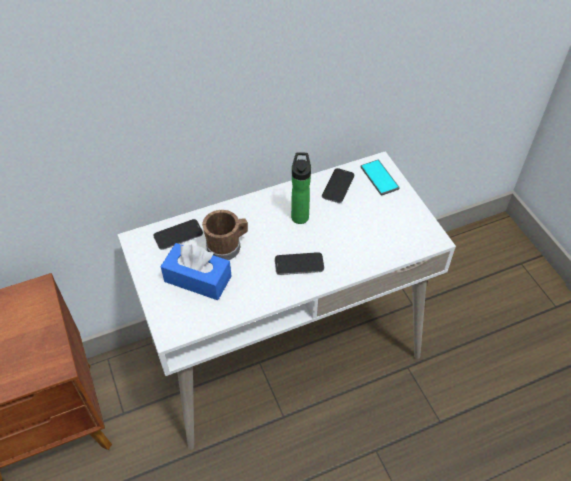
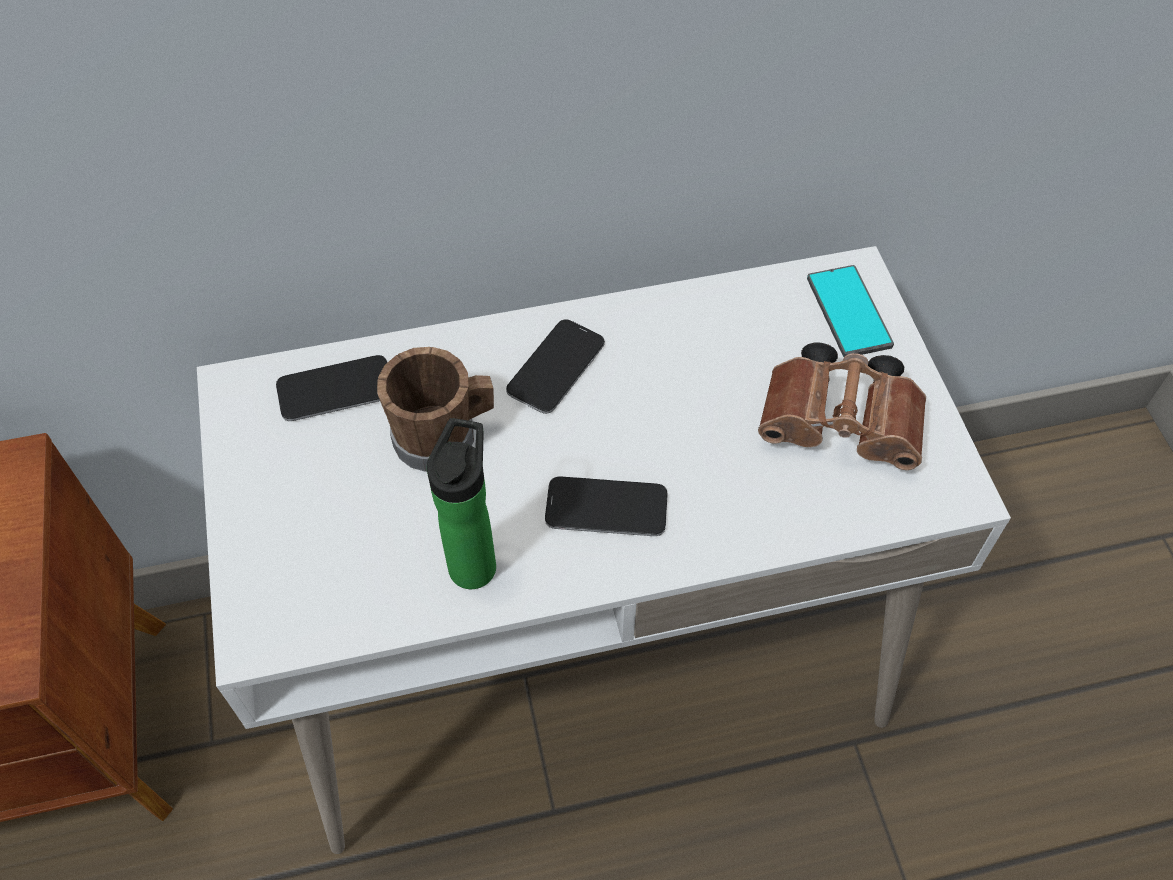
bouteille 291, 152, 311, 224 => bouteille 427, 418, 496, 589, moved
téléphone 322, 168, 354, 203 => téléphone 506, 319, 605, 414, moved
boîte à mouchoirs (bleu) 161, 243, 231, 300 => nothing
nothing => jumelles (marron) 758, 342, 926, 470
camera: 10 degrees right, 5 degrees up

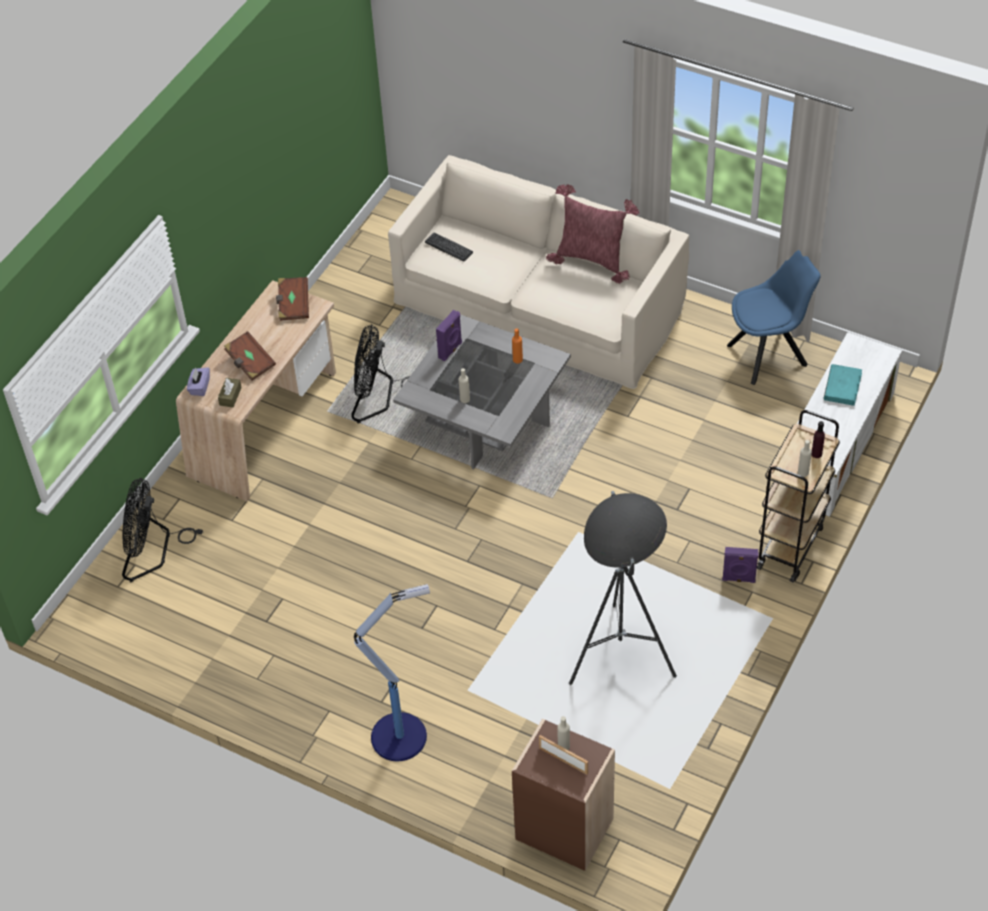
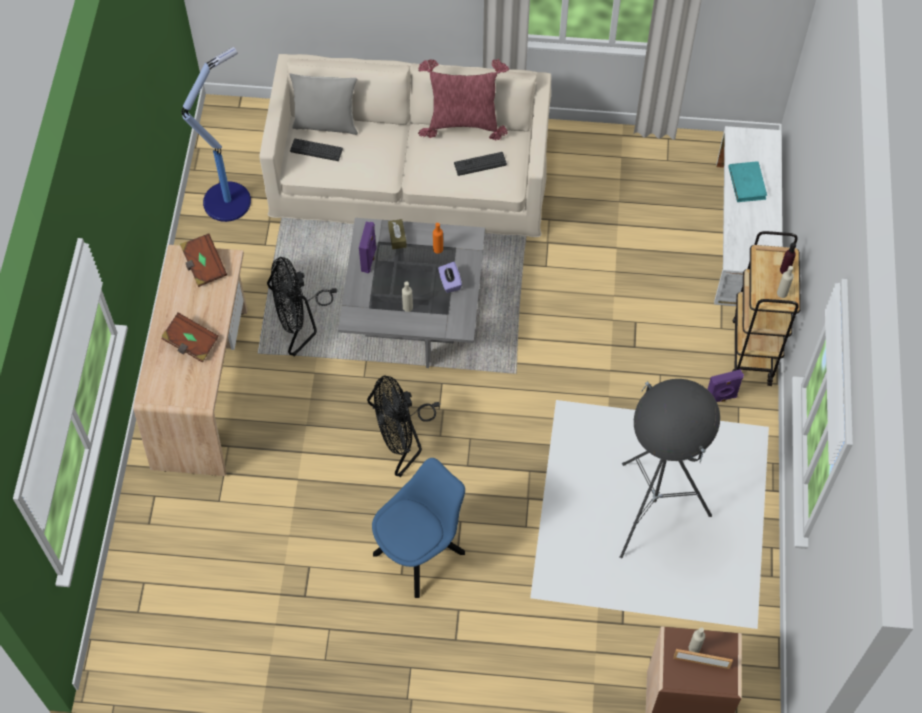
chaise (bleu) 727, 250, 821, 385 => chaise (bleu) 372, 458, 465, 598, moved
boîte à mouchoirs (violet) 187, 367, 210, 396 => boîte à mouchoirs (violet) 438, 262, 462, 293, moved
boîte à mouchoirs (marron) 218, 378, 242, 408 => boîte à mouchoirs (marron) 388, 219, 407, 249, moved
ventilateur (noir) 122, 478, 203, 583 => ventilateur (noir) 367, 375, 440, 477, moved
lampadaire 354, 584, 430, 761 => lampadaire 182, 47, 251, 222, moved
nothing => coussin (gris) 289, 73, 358, 135
nothing => clavier 454, 152, 507, 176
camera: 25 degrees left, 10 degrees up

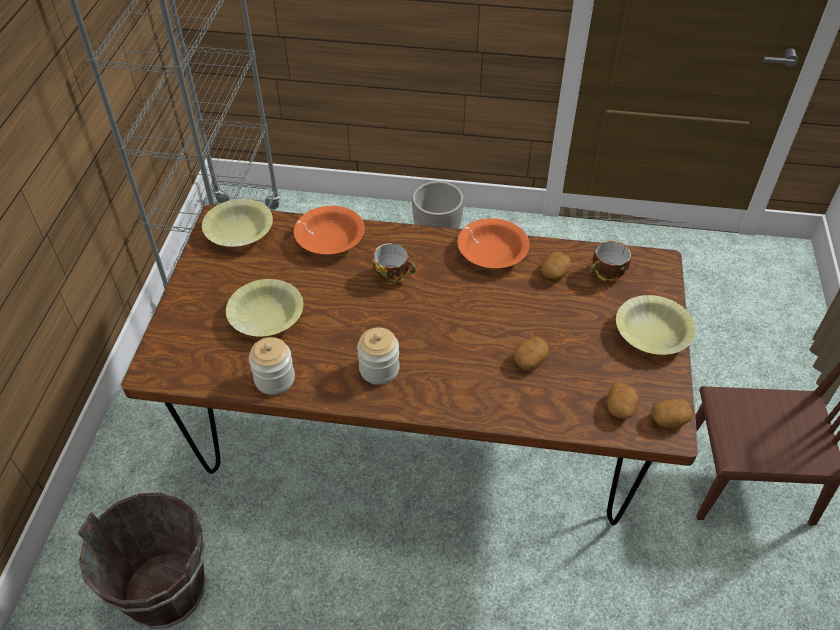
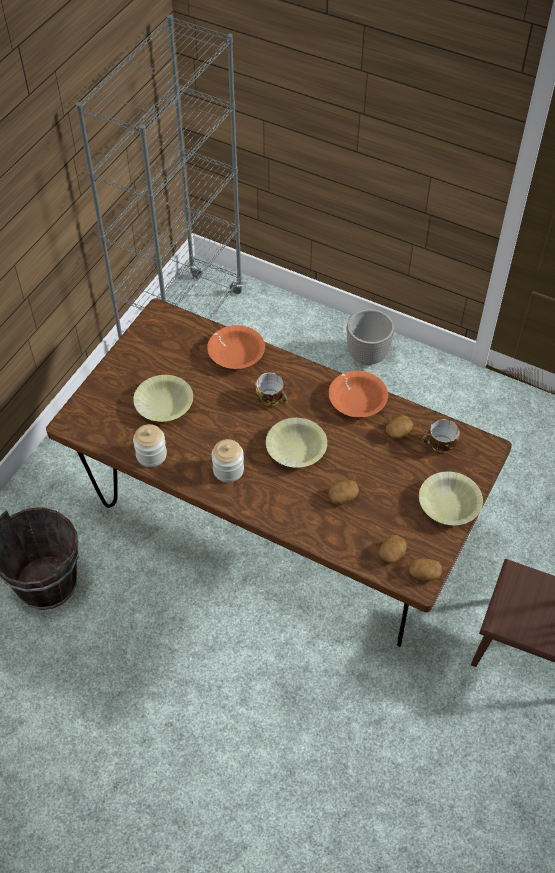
bol (jaune) 202, 199, 273, 247 => bol (jaune) 266, 418, 327, 468, moved
camera: 20 degrees right, 5 degrees up

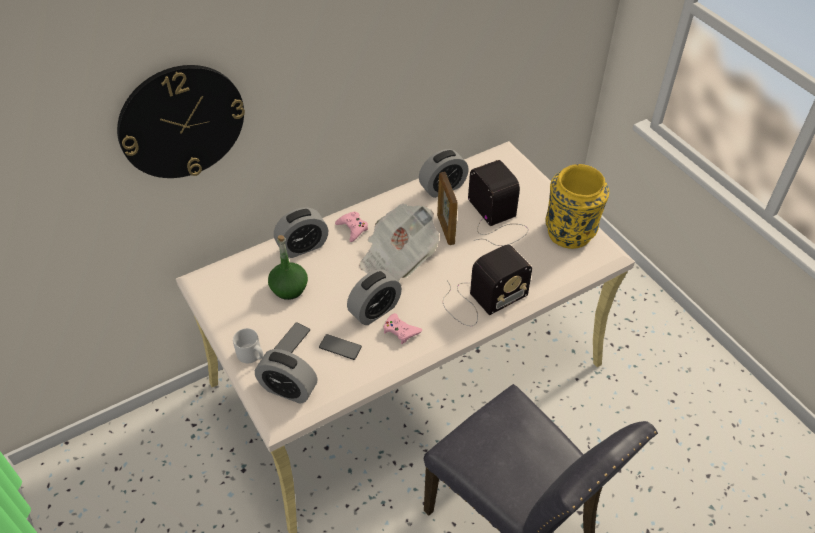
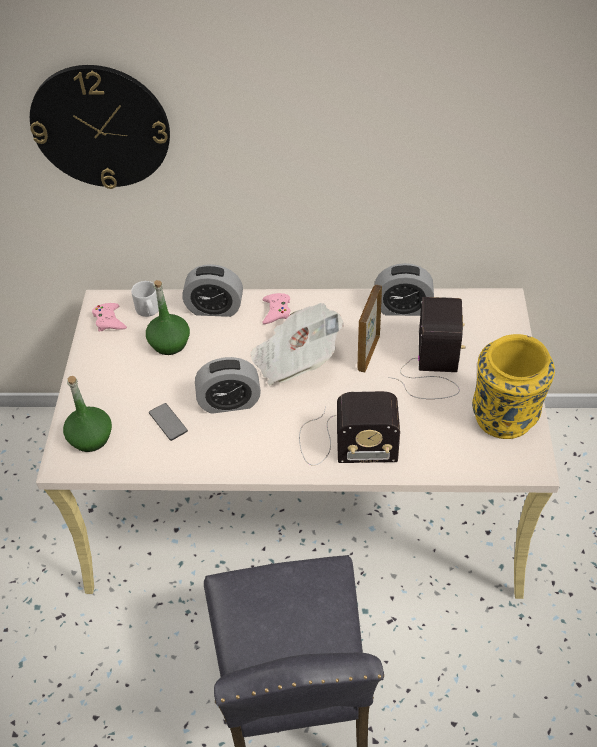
manette (rose) 384, 313, 422, 344 => manette (rose) 92, 303, 127, 332, moved
téléphone 274, 322, 310, 353 => nothing
mug (gris) 233, 328, 263, 363 => mug (gris) 131, 281, 159, 317, moved
réveil 255, 349, 317, 404 => bouteille (vert) 63, 376, 112, 452
camera: 35 degrees right, 0 degrees up

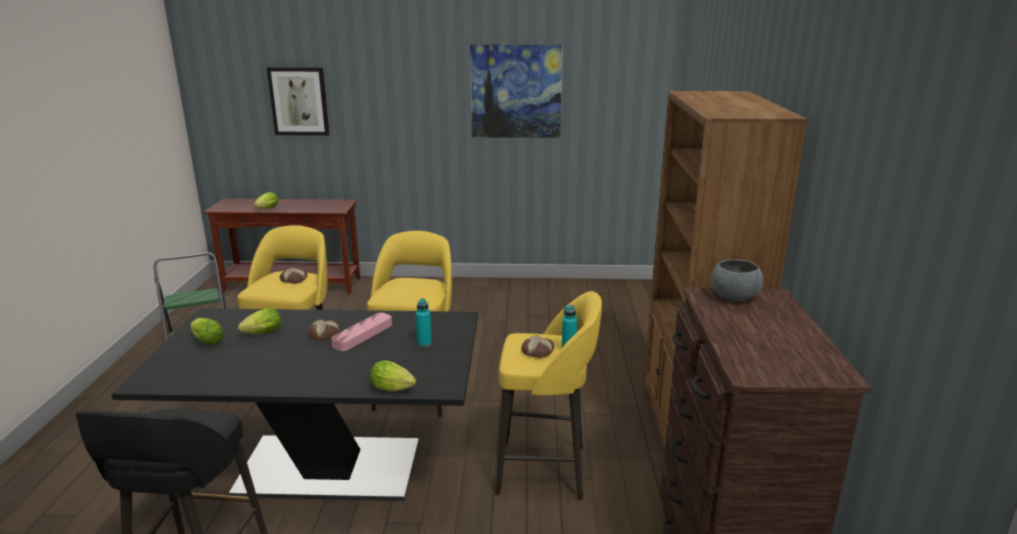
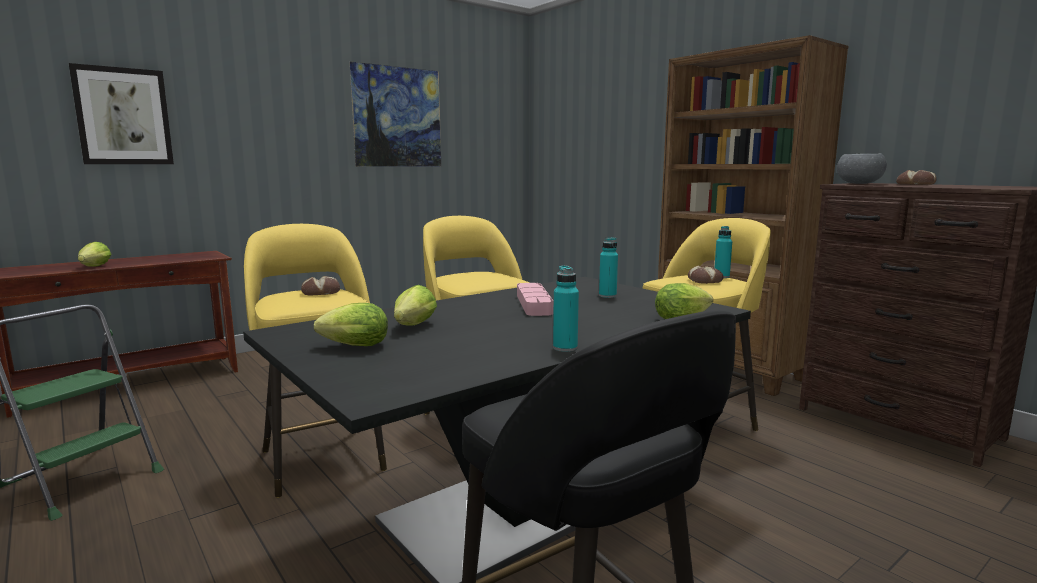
pain 308, 319, 339, 340 => pain 896, 170, 937, 185, moved
nothing => bouteille (turquoise) 553, 265, 579, 352
camera: 40 degrees left, 10 degrees down

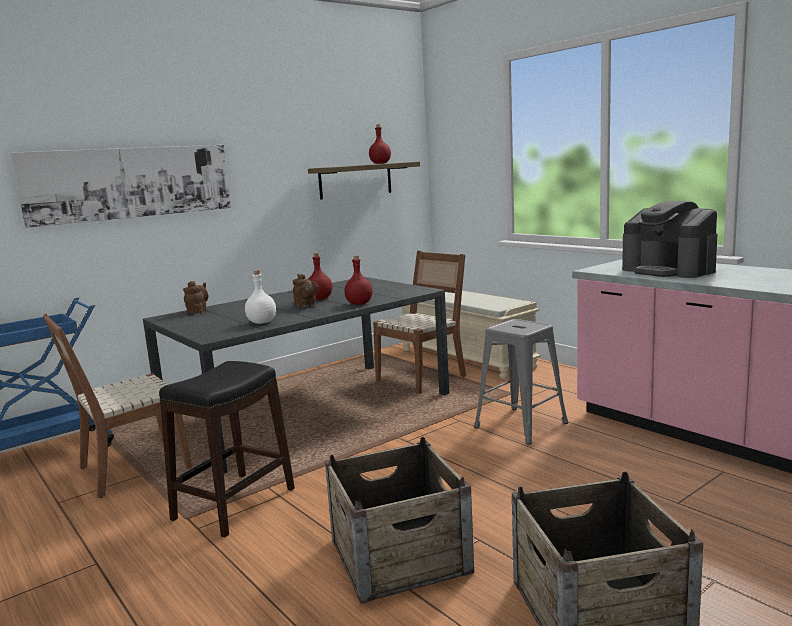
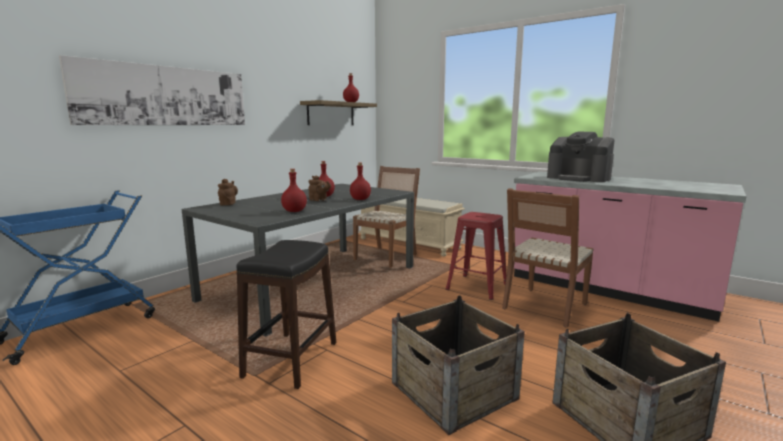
bouteille (blanc) 245, 270, 276, 324 => bouteille (rouge) 281, 169, 307, 212
chaise 43, 314, 192, 498 => chaise 502, 188, 593, 328, moved
tabouret (gris) 474, 319, 569, 444 => tabouret (rouge) 446, 212, 507, 300
camera: 15 degrees left, 0 degrees up

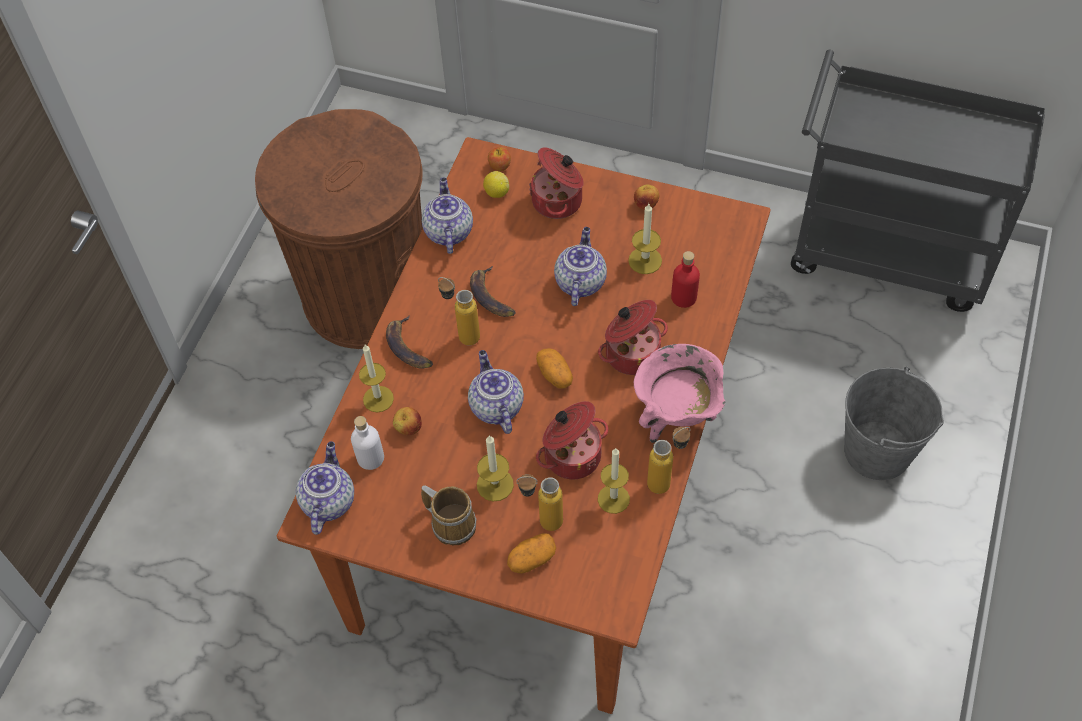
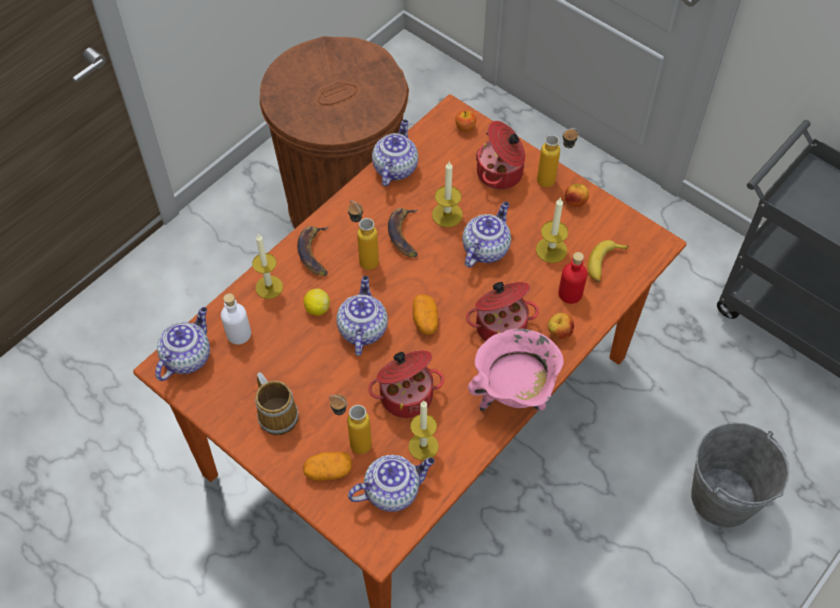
citron 483, 171, 509, 198 => citron 303, 288, 330, 316, moved
pomme 393, 407, 422, 435 => pomme 548, 313, 574, 339, moved
bouteille 647, 427, 691, 494 => bouteille 537, 128, 579, 187, moved
bougie 477, 435, 514, 501 => bougie 432, 162, 463, 227, moved
nothing => banane 588, 240, 629, 283
nothing => théière 348, 455, 435, 512
camera: 20 degrees right, 0 degrees up

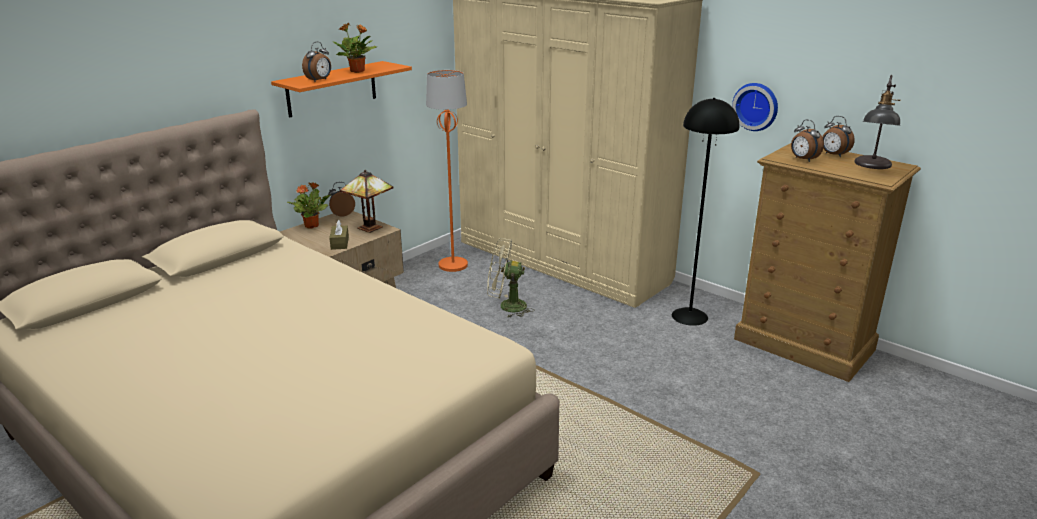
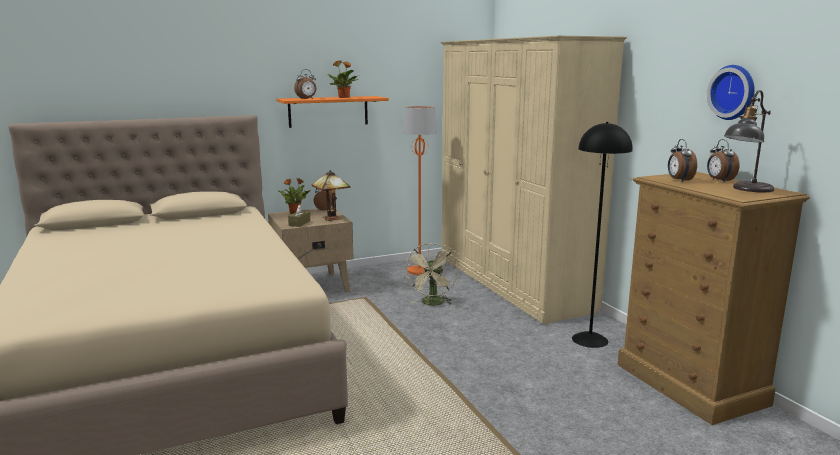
horloge murale 732, 83, 778, 131 => horloge murale 707, 65, 755, 120, moved
ventilateur (beige) 487, 238, 534, 318 => ventilateur (beige) 405, 243, 458, 306, 105 degrees counterclockwise
camera: 25 degrees right, 10 degrees down

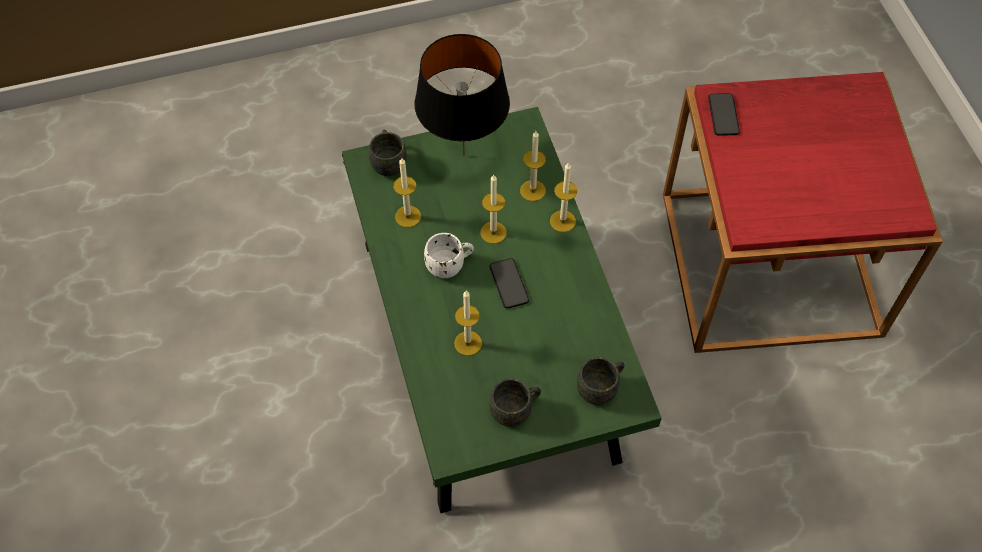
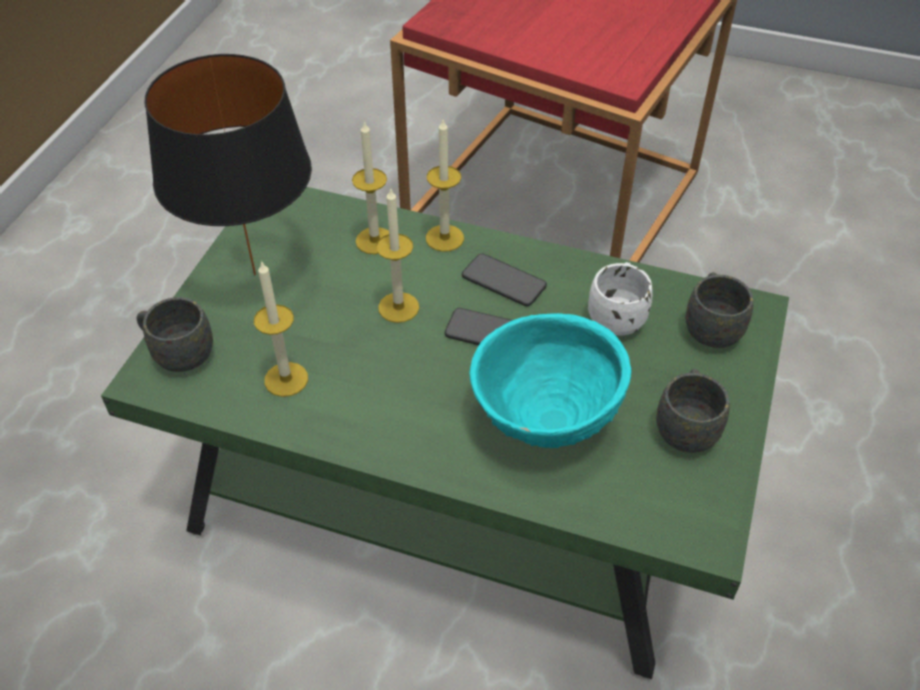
téléphone 708, 93, 740, 136 => téléphone 462, 253, 547, 306, moved
mug (blanc) 424, 233, 474, 278 => mug (blanc) 588, 262, 653, 336, moved
bougie 454, 291, 482, 356 => bol (turquoise) 469, 313, 631, 449
camera: 55 degrees left, 10 degrees down

